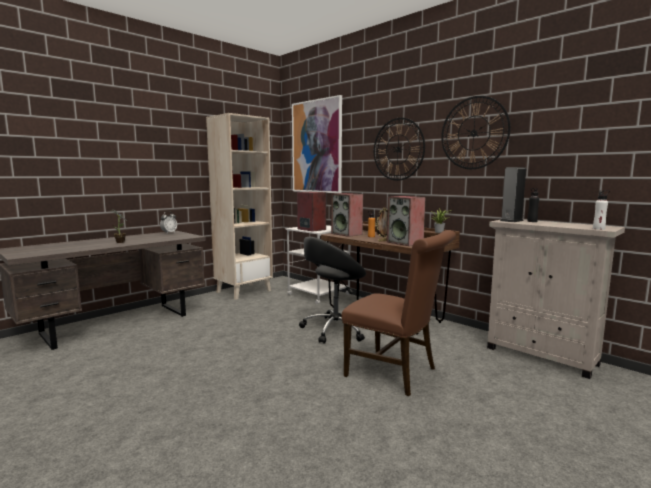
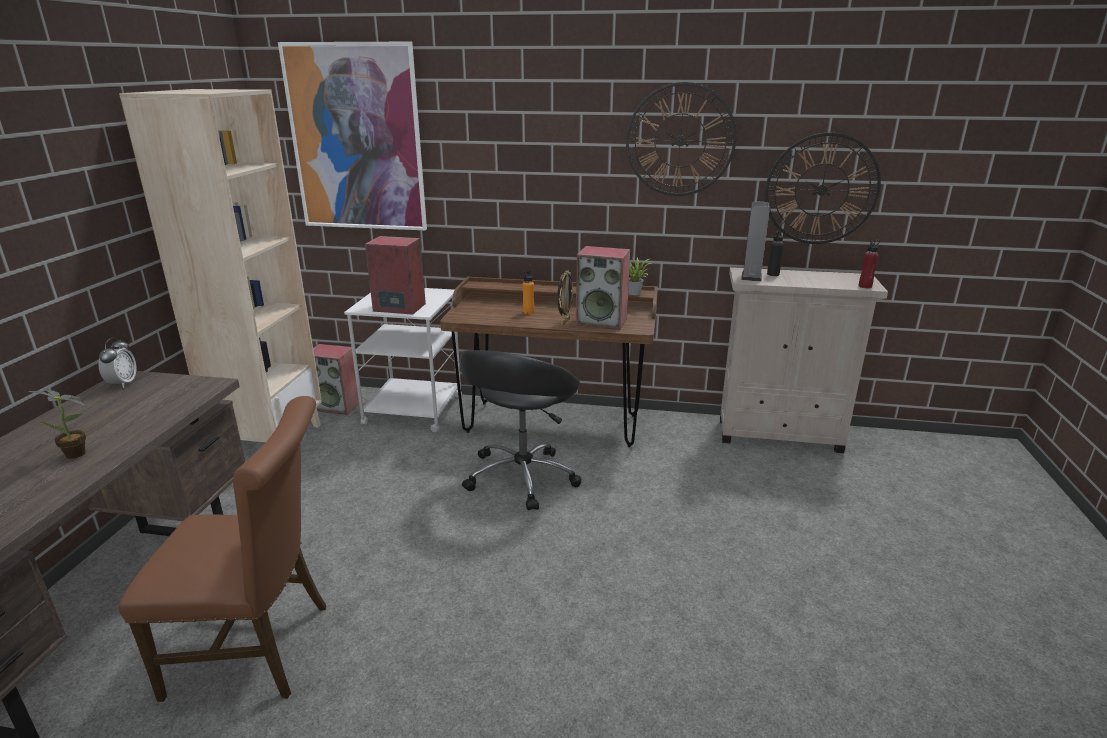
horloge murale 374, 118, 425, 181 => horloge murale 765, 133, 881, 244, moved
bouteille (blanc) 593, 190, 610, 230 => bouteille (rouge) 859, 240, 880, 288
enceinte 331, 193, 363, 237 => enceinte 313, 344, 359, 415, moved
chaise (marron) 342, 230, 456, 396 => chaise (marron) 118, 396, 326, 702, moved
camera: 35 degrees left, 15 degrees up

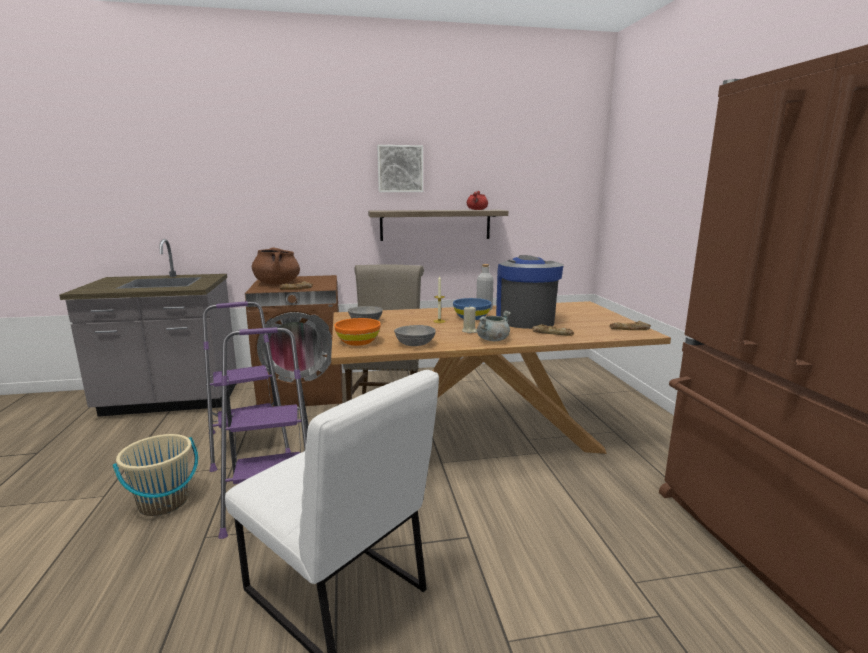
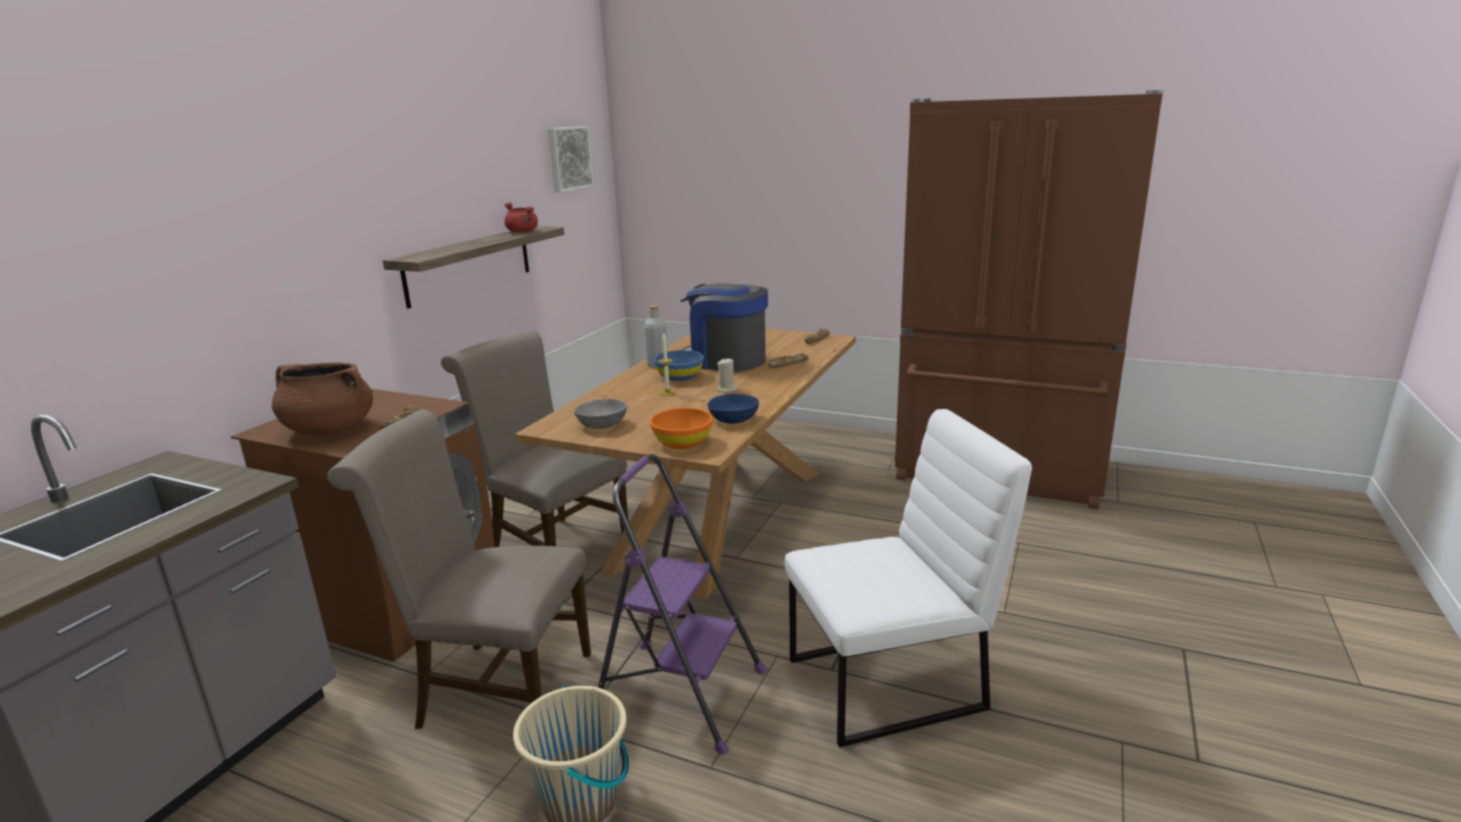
tableau 377, 145, 423, 192 => tableau 548, 126, 594, 192, moved
escabeau (violet) 203, 301, 291, 472 => chaise (beige) 327, 409, 591, 729
marmite (gris) 477, 311, 511, 341 => nothing
bol (gris) 394, 325, 436, 346 => bol (bleu) 707, 394, 759, 424
camera: 55 degrees left, 5 degrees up

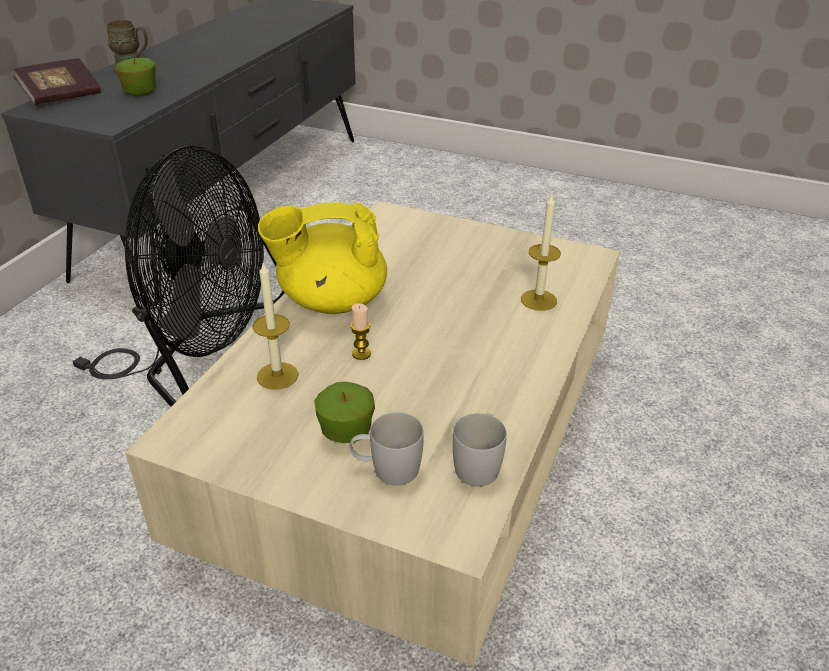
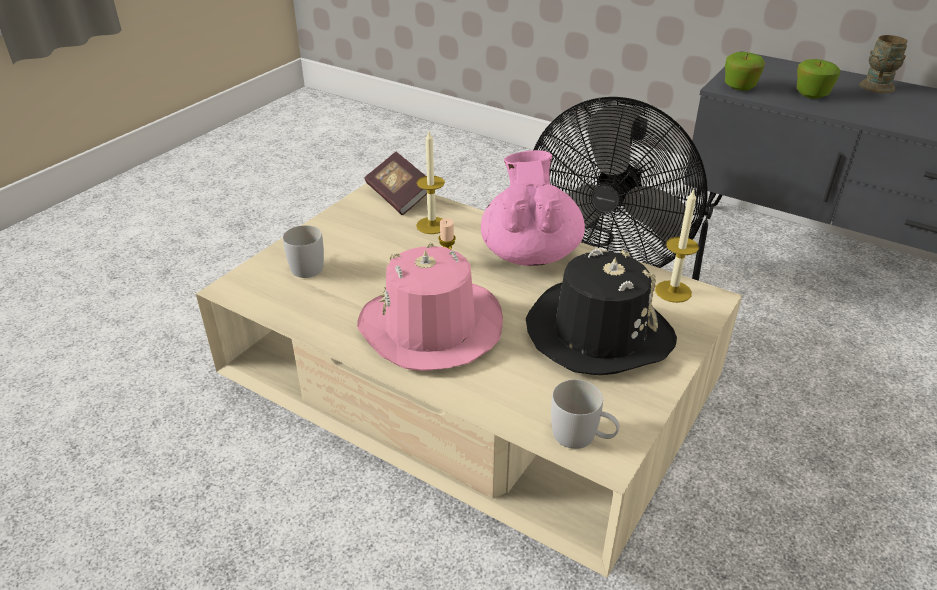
livre 14, 58, 101, 105 => livre 365, 152, 427, 215, moved
bougie 521, 195, 561, 311 => bougie 655, 188, 699, 303, moved
théière (jaune) 258, 202, 387, 314 => théière (rose) 481, 150, 585, 266
pomme 314, 382, 375, 443 => pomme 725, 52, 765, 91, moved
mug (blanc) 452, 413, 507, 486 => mug (blanc) 551, 379, 619, 449, moved
nothing => chapeau (rose) 357, 242, 503, 371
nothing => chapeau (noir) 526, 249, 677, 375
camera: 100 degrees right, 0 degrees up

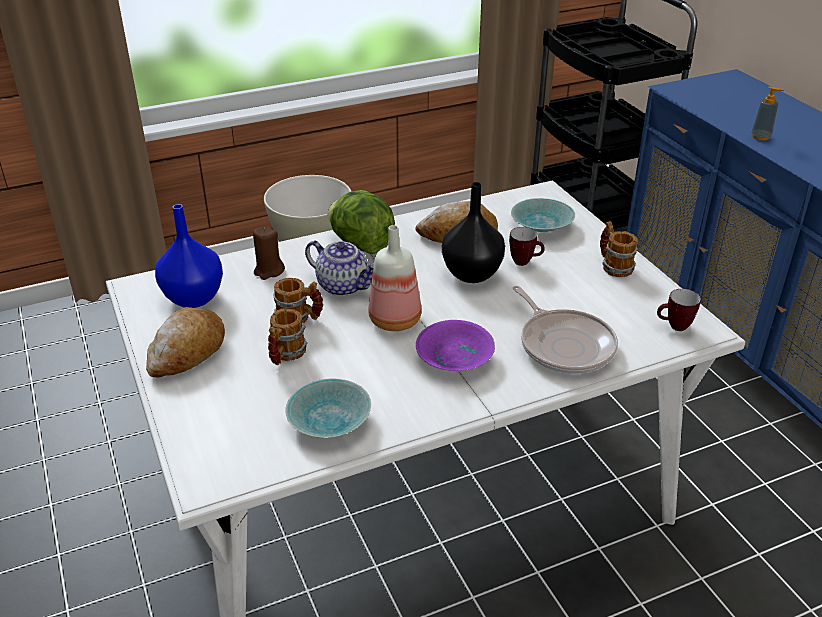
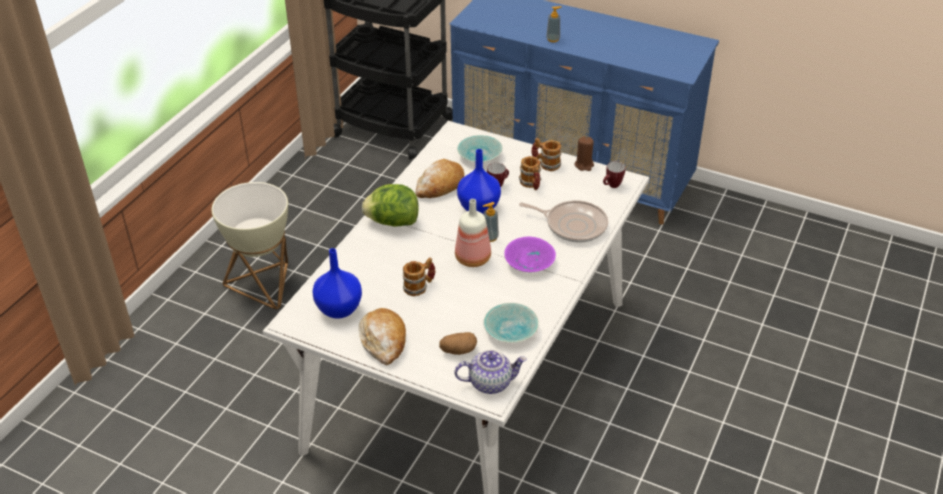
vase (noir) 442, 182, 505, 283 => vase (bleu) 457, 149, 501, 214
bougie (marron) 253, 227, 285, 280 => bougie (marron) 574, 137, 594, 171, moved
théière 305, 240, 374, 296 => théière 454, 350, 527, 394, moved
mug 268, 308, 307, 365 => mug 519, 156, 541, 190, moved
nothing => distributeur de savon 483, 202, 499, 242
nothing => pomme de terre 439, 332, 477, 355
camera: 40 degrees left, 5 degrees up

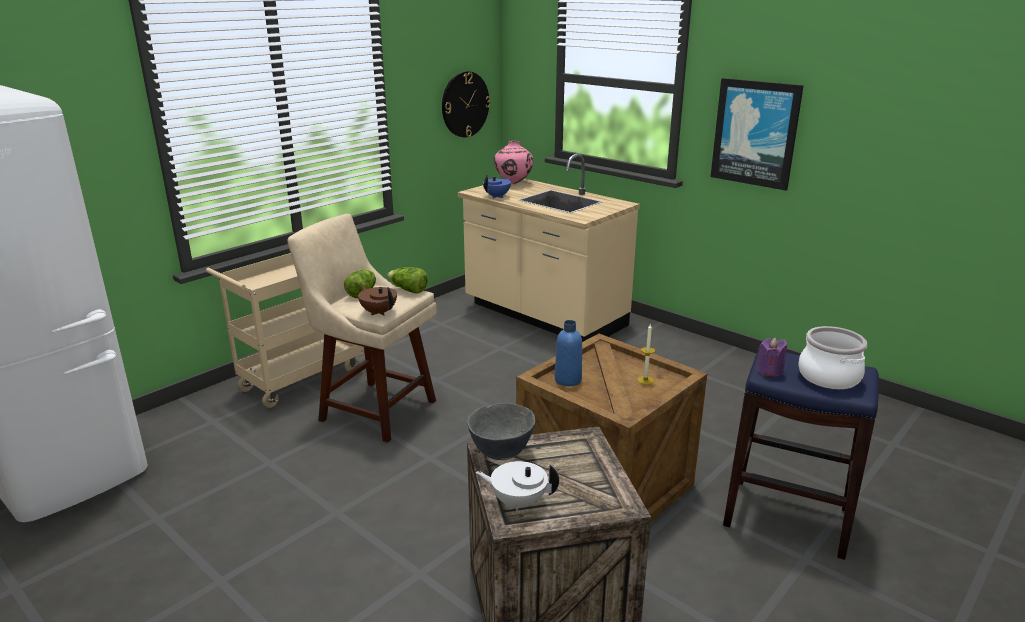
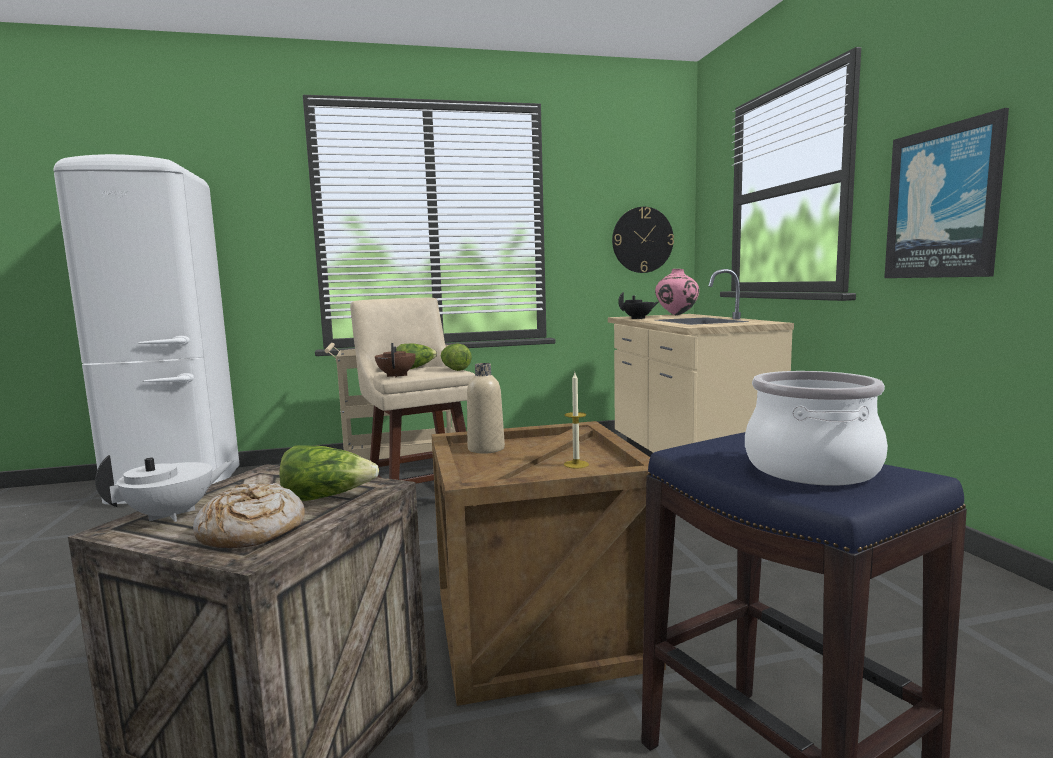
théière (bleu) 483, 175, 511, 198 => théière (noir) 618, 292, 658, 319
bouteille (bleu) 554, 320, 582, 386 => bouteille (beige) 467, 363, 505, 454
bougie (violet) 757, 338, 787, 377 => nothing
bol (gris) 467, 403, 535, 460 => nothing
théière (blanc) 476, 461, 559, 511 => théière (blanc) 95, 455, 235, 522, 90 degrees clockwise
nothing => laitue 279, 445, 379, 501
nothing => pain 193, 483, 305, 548
camera: 35 degrees right, 15 degrees down

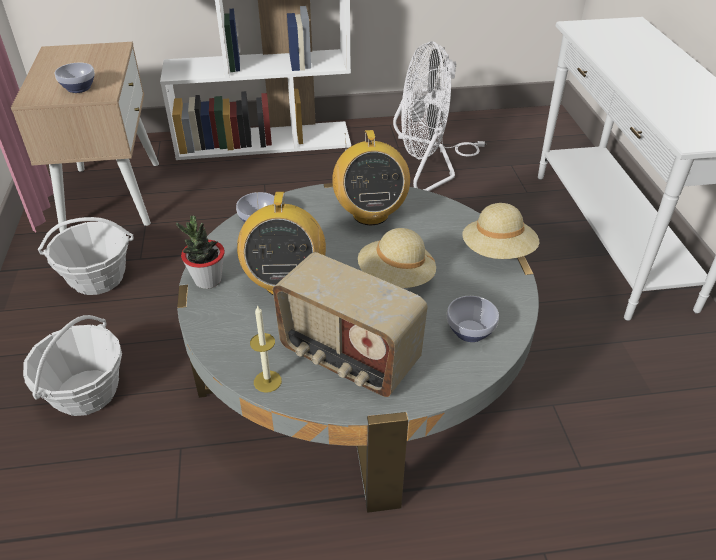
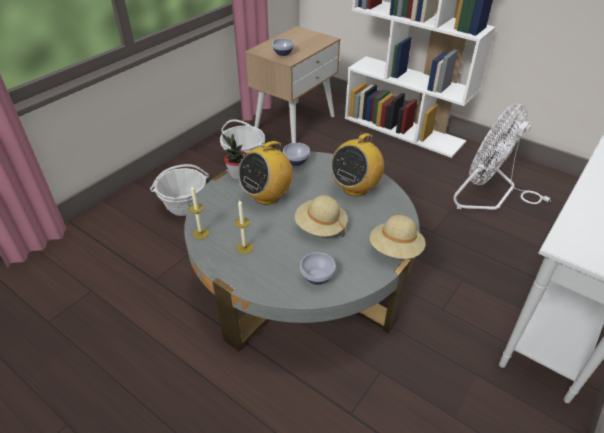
radio 273, 252, 427, 397 => bougie 235, 200, 253, 254
camera: 45 degrees right, 0 degrees up

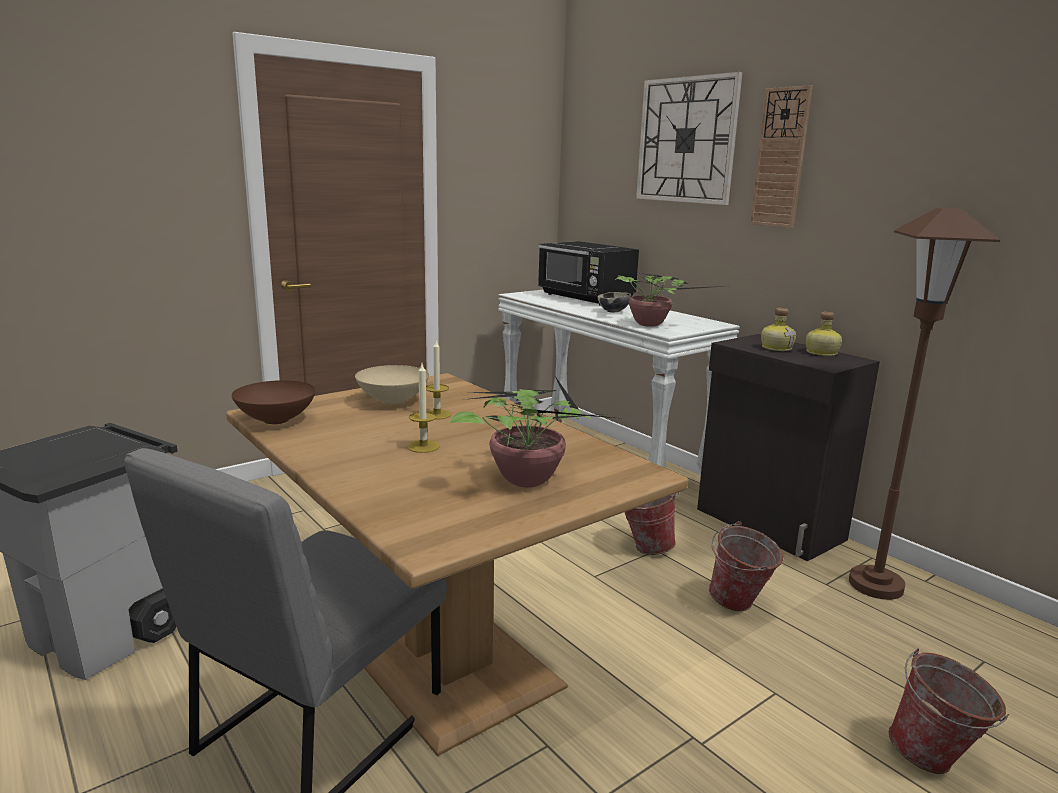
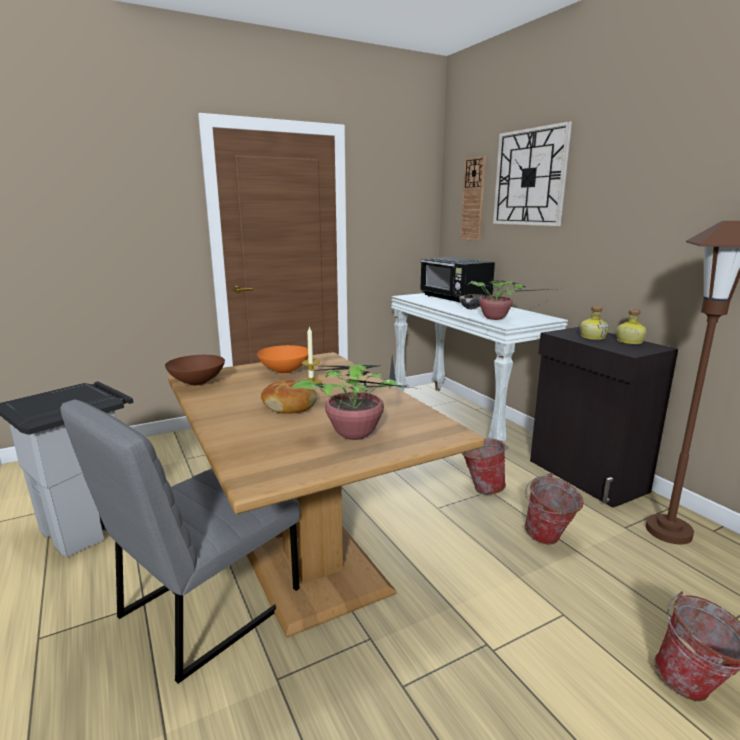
horloge murale 750, 85, 813, 228 => horloge murale 461, 156, 486, 241, moved
bougie 407, 364, 440, 453 => pain 261, 380, 317, 414
bol (beige) 355, 365, 429, 404 => bol (orange) 257, 345, 308, 374
camera: 10 degrees right, 0 degrees up

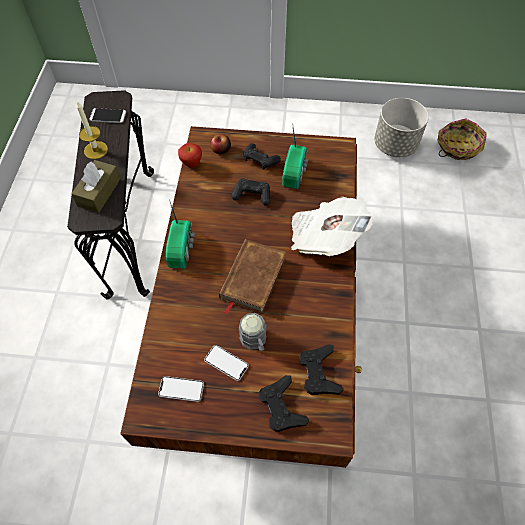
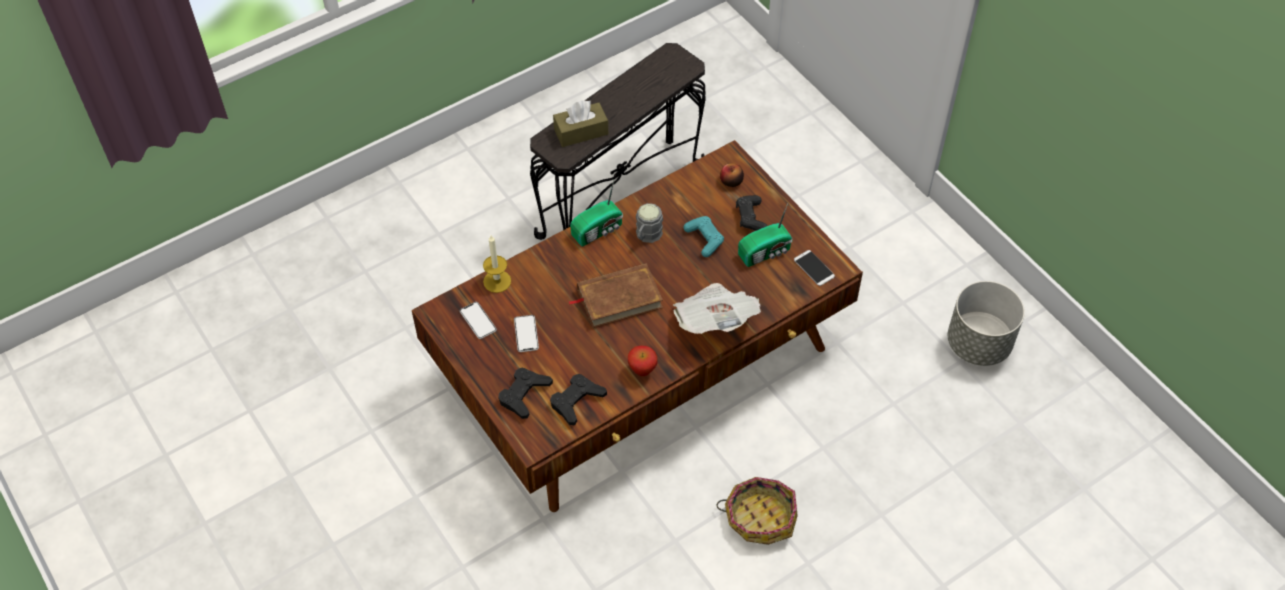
bougie 76, 102, 108, 159 => bougie 483, 235, 511, 293, moved
téléphone 90, 108, 126, 123 => téléphone 794, 250, 835, 286, moved
panier 437, 118, 487, 160 => panier 716, 477, 797, 545, moved
pomme 178, 143, 202, 168 => pomme 628, 345, 658, 376, moved
manette (noir) 232, 178, 270, 205 => manette (turquoise) 684, 216, 724, 257
mug (gris) 239, 313, 267, 351 => mug (gris) 636, 203, 663, 243, moved
camera: 50 degrees right, 5 degrees down

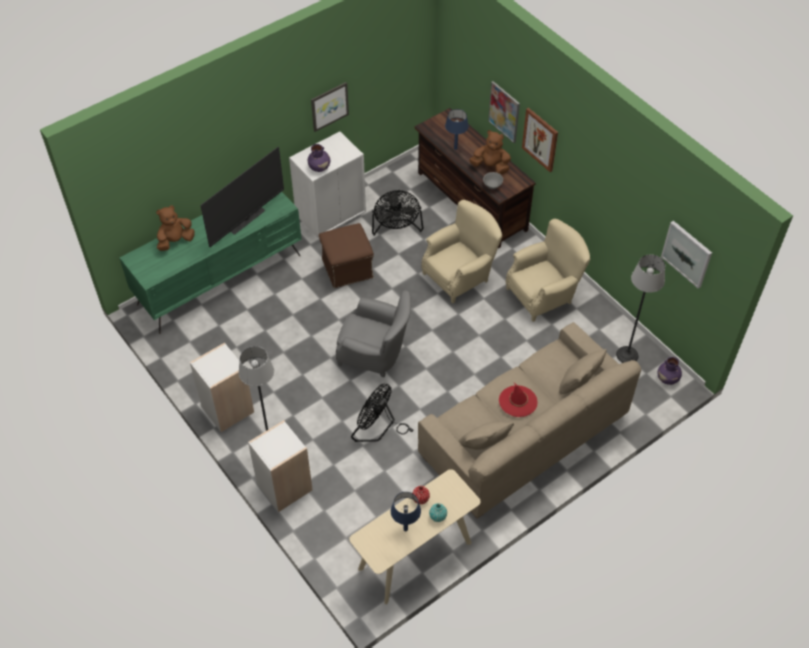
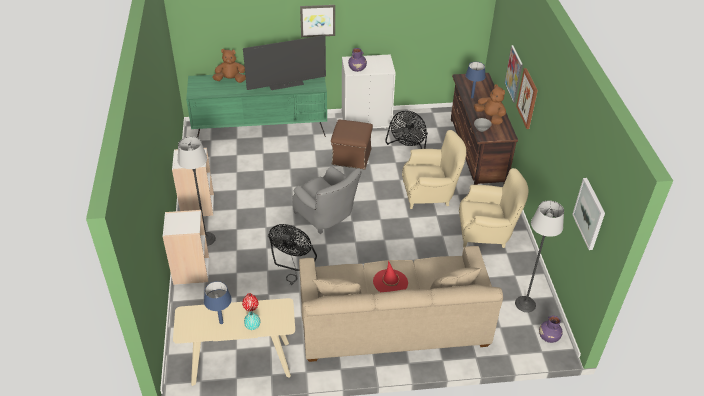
tableau 311, 82, 349, 132 => tableau 300, 5, 335, 37, moved
ventilateur (noir) 351, 384, 414, 442 => ventilateur (noir) 267, 224, 317, 285, 45 degrees clockwise
camera: 30 degrees right, 10 degrees down

